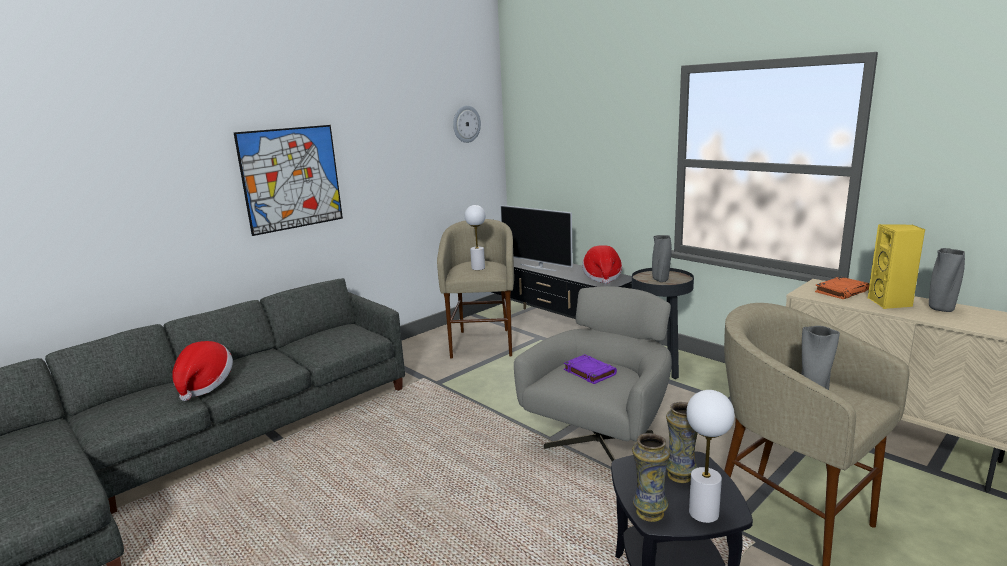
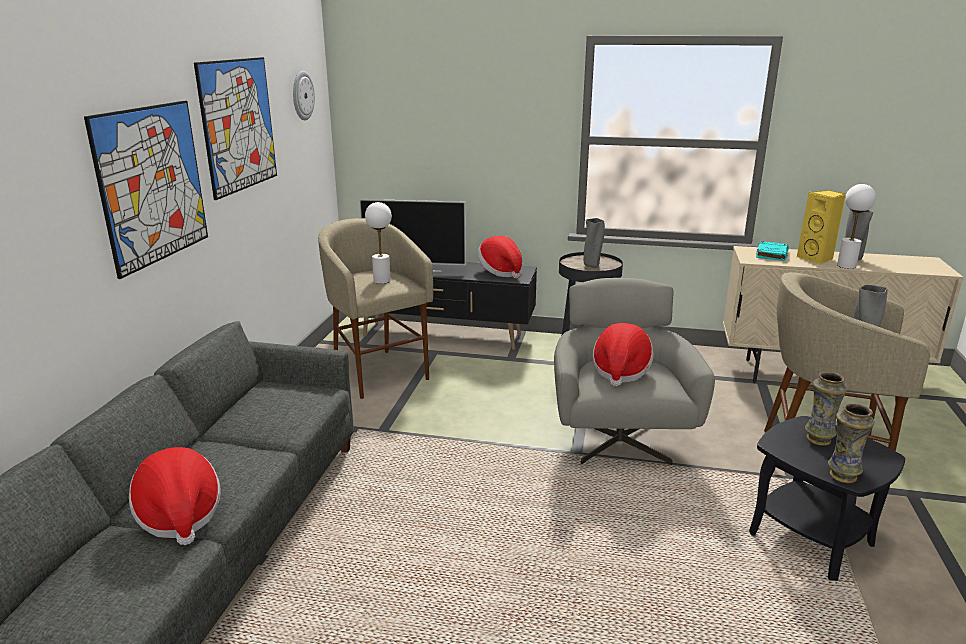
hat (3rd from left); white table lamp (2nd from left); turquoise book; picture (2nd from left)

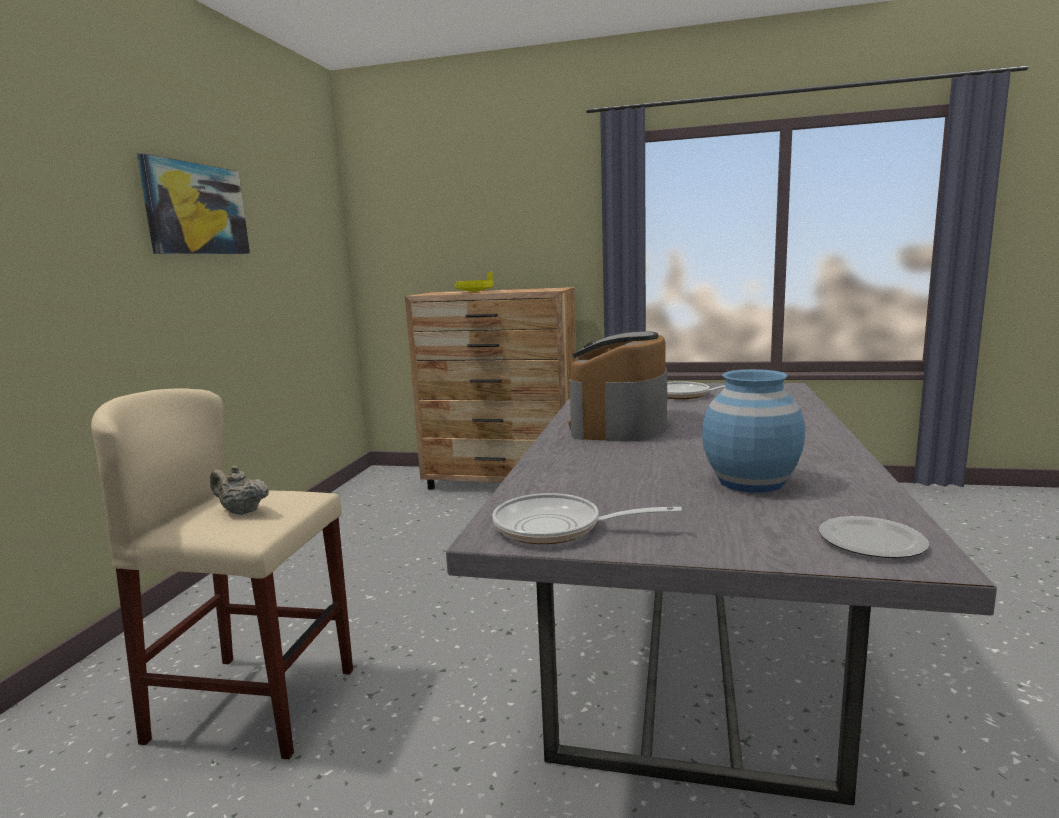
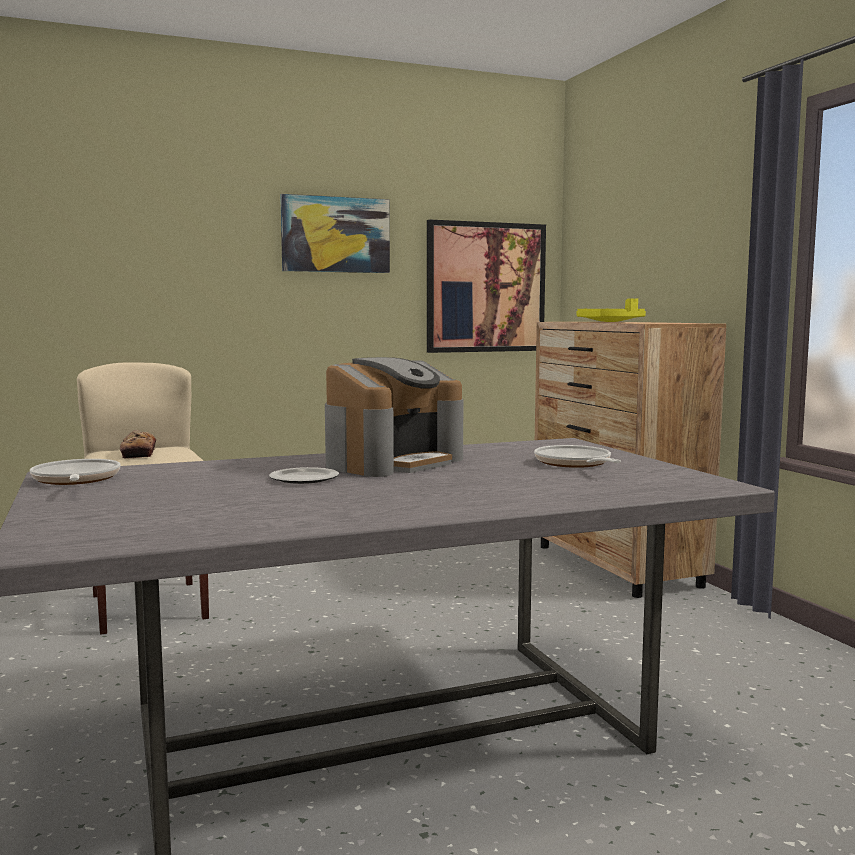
bread; coffee machine; blue vase; plate; picture (2nd from left)

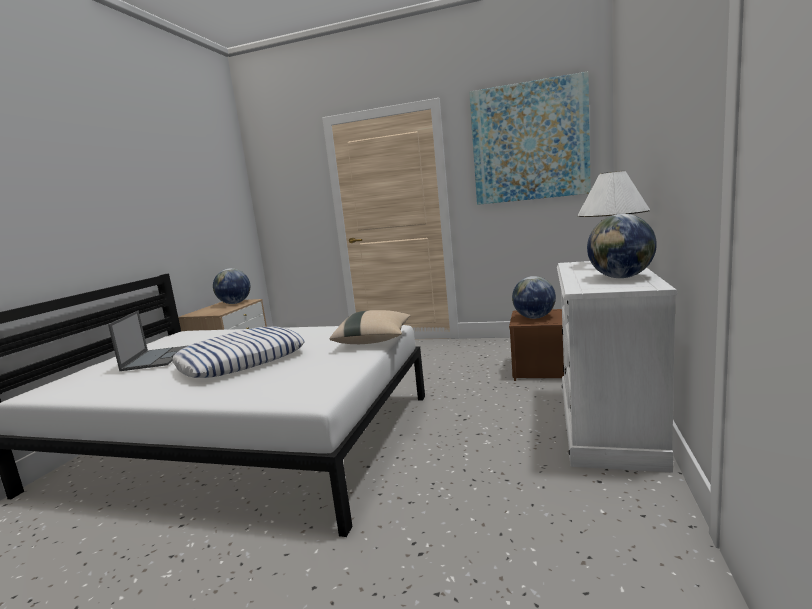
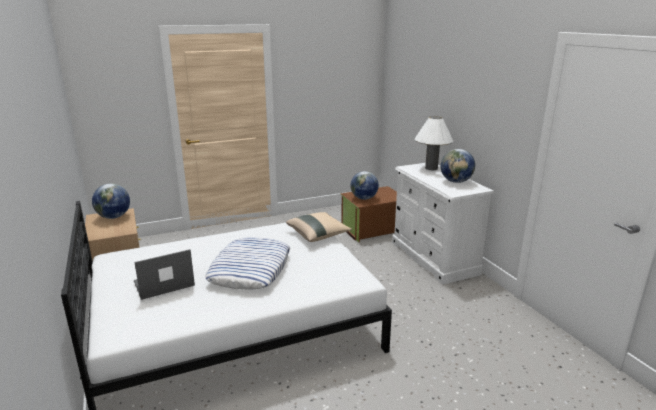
laptop; picture

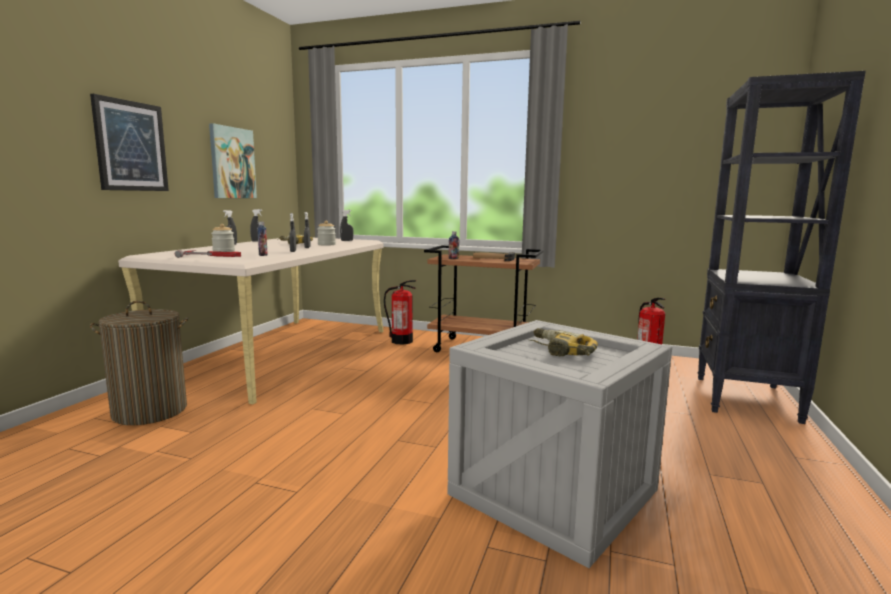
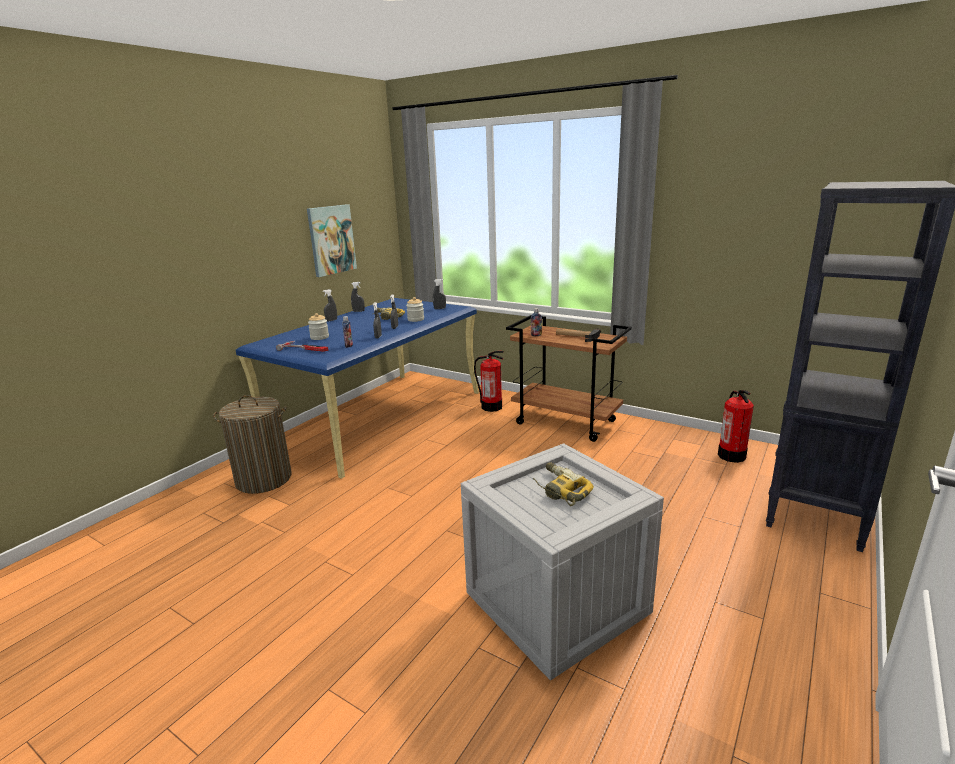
picture (1st from left in the first image); blue desk

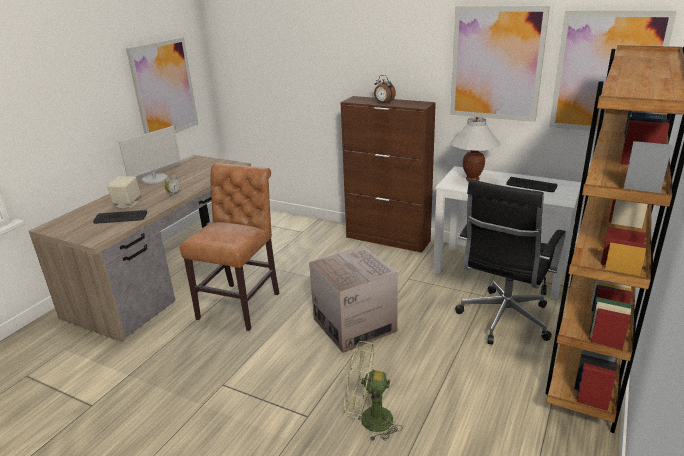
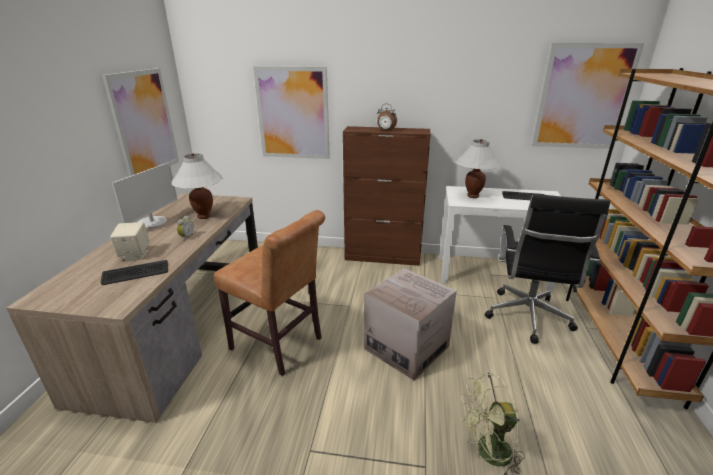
brown chair; picture (2nd from left); white table lamp (1st from left)

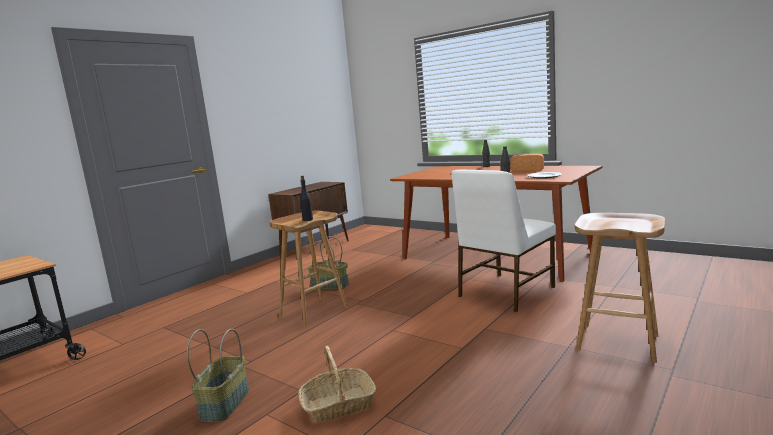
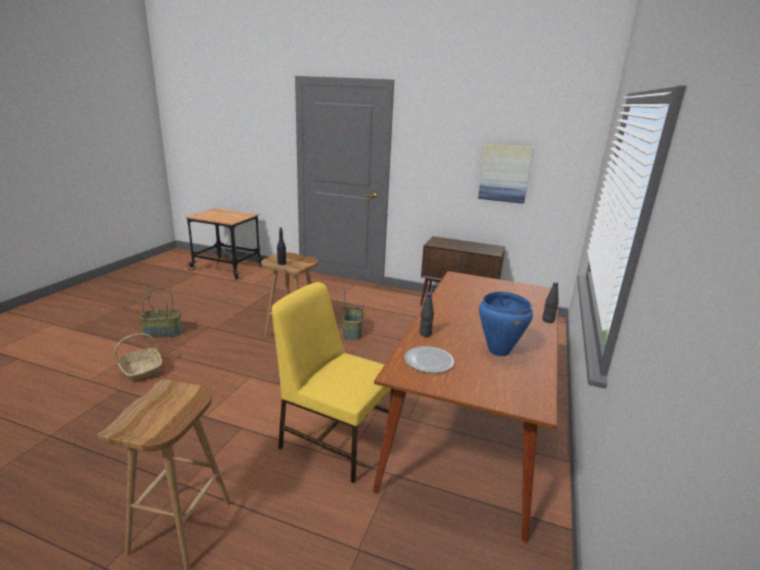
yellow chair; blue cooking pot; picture

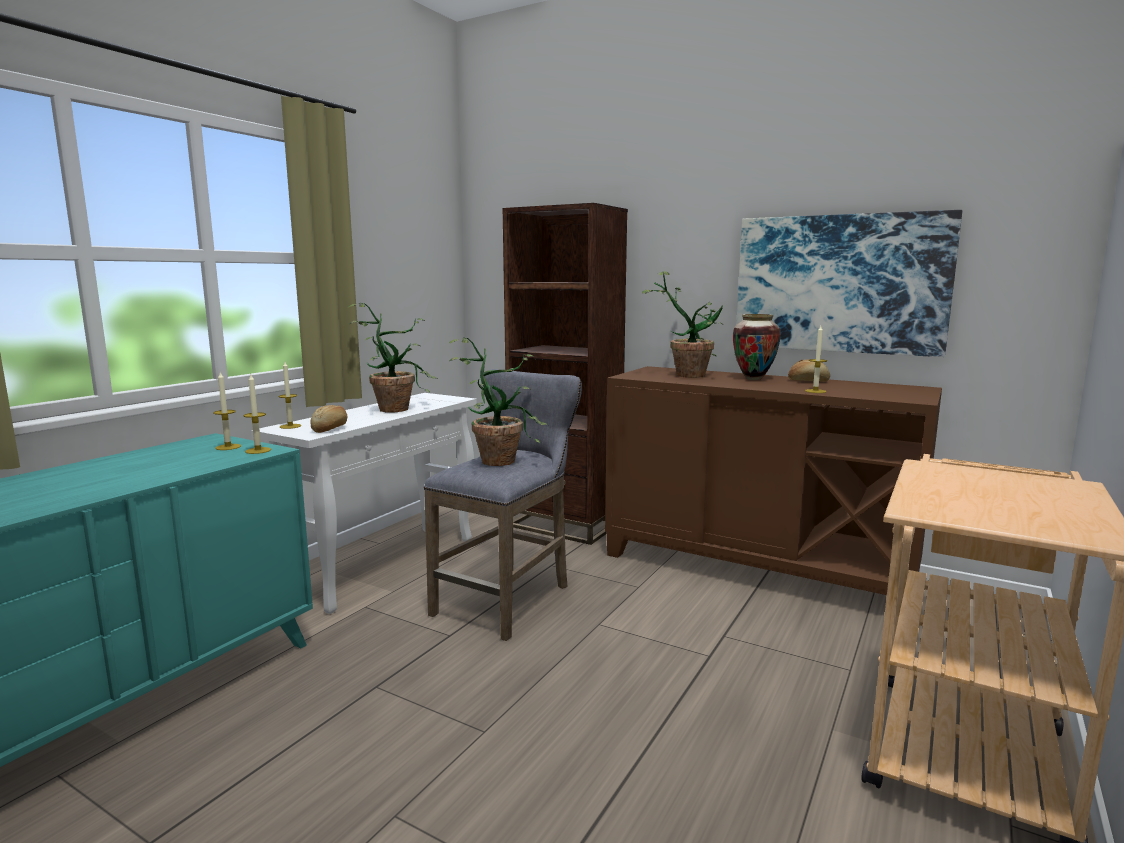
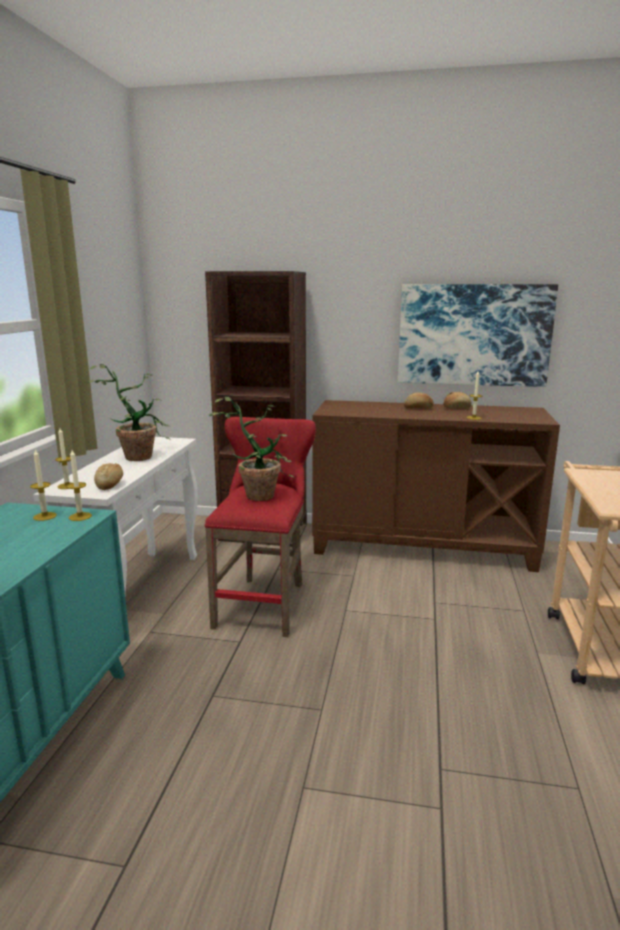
red stool; potted plant (3rd from left in the first image); bread (2nd from left)

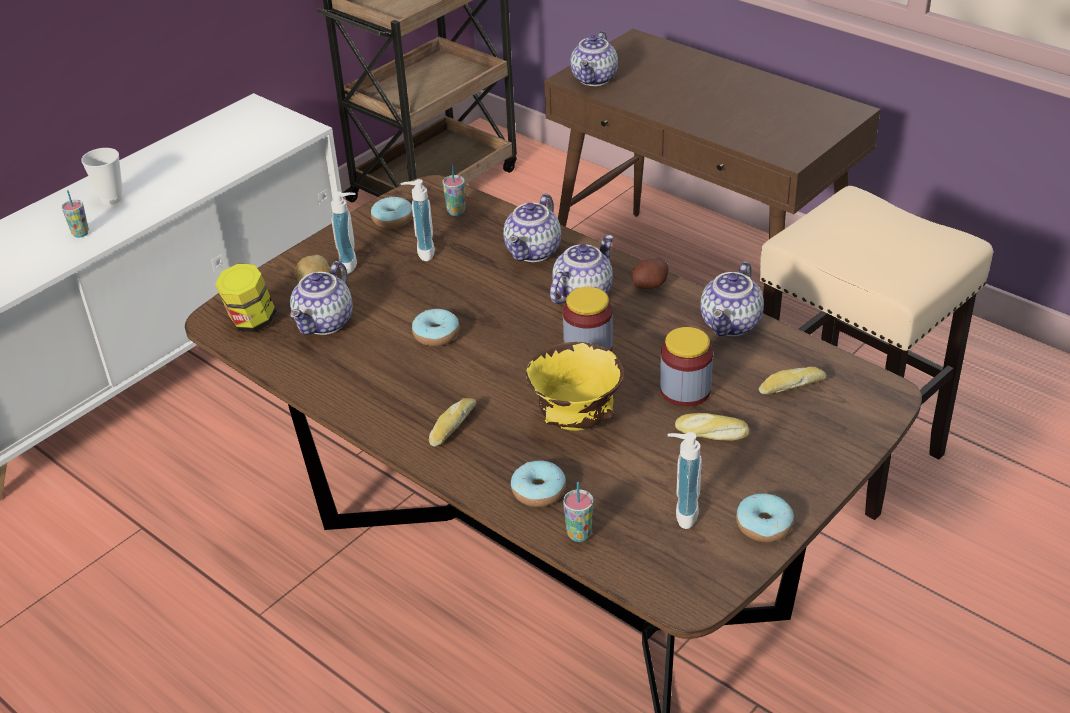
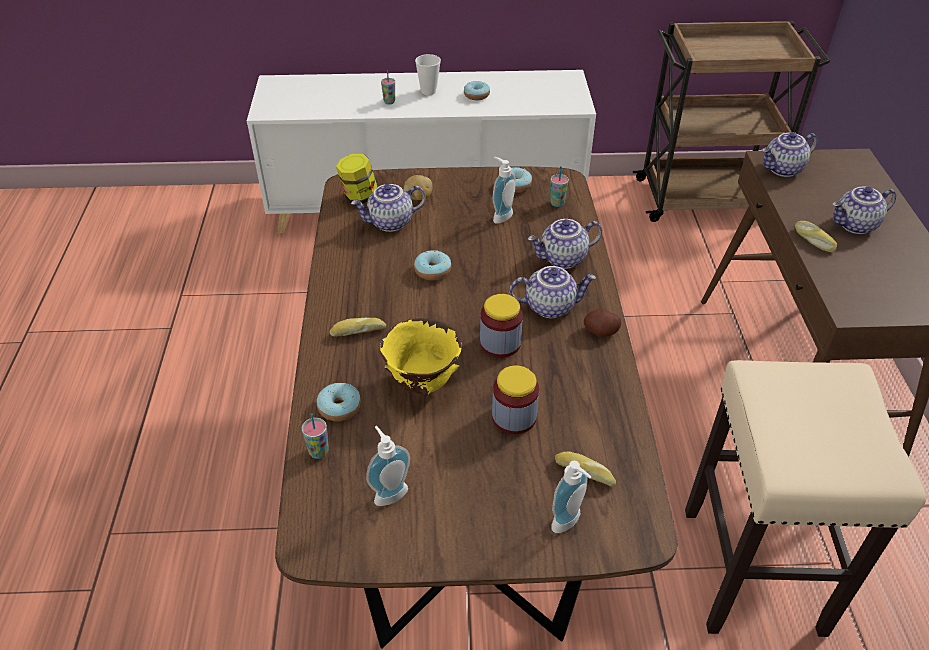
soap dispenser (3rd from left); bread (3rd from left); teapot (5th from left); donut (3rd from left)

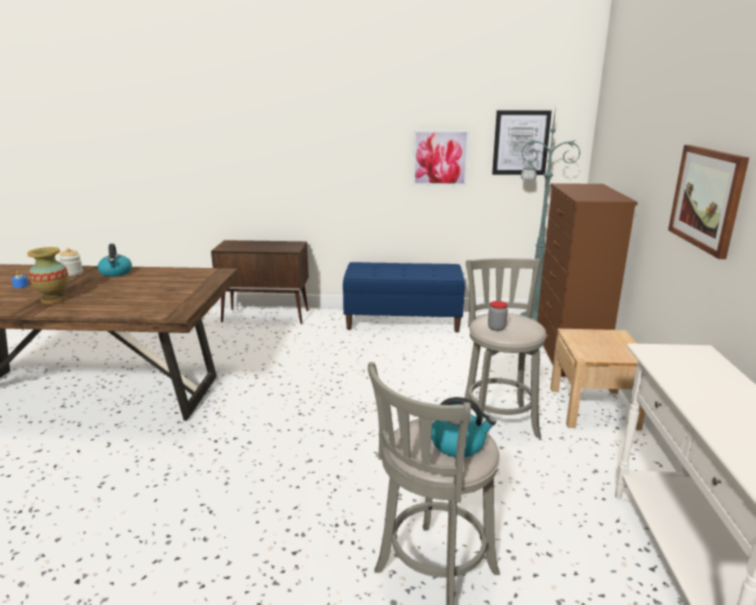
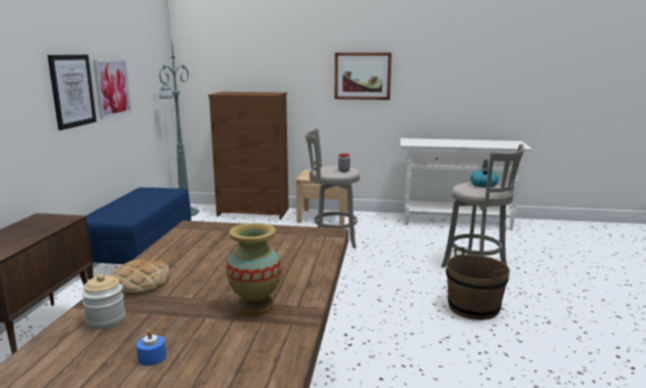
bread; picture (1st from left); brown bucket

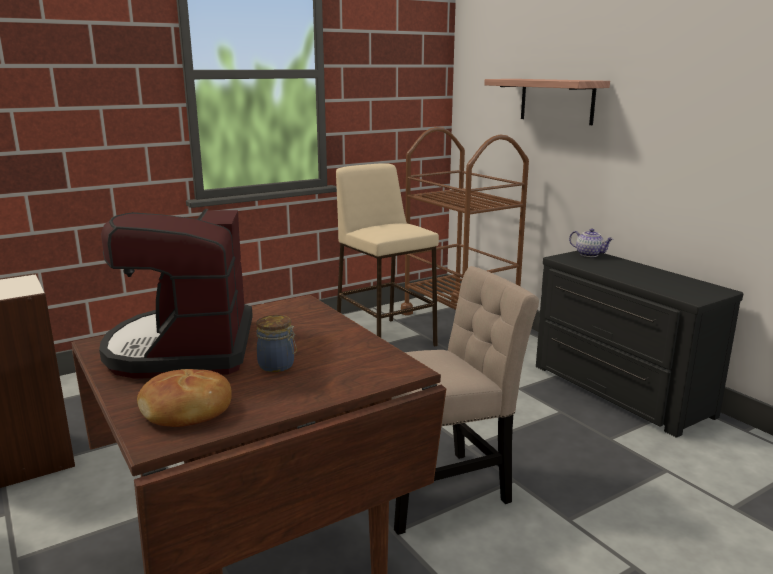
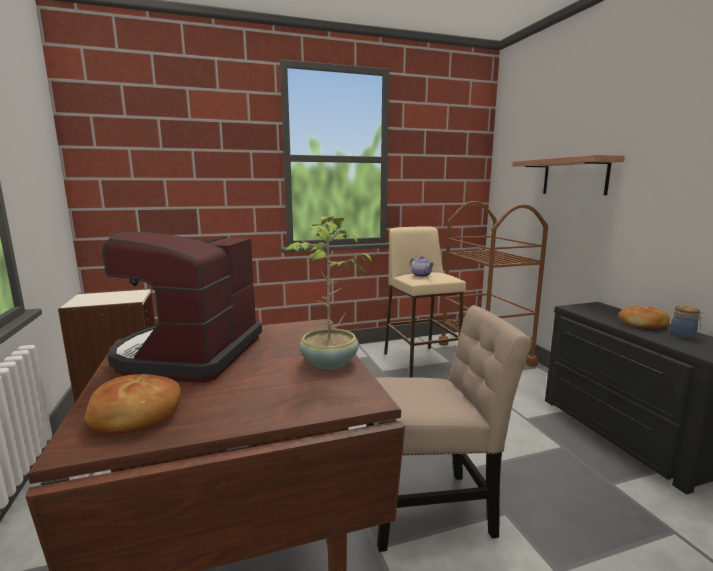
jar; teapot; potted plant; bread (2nd from left)

